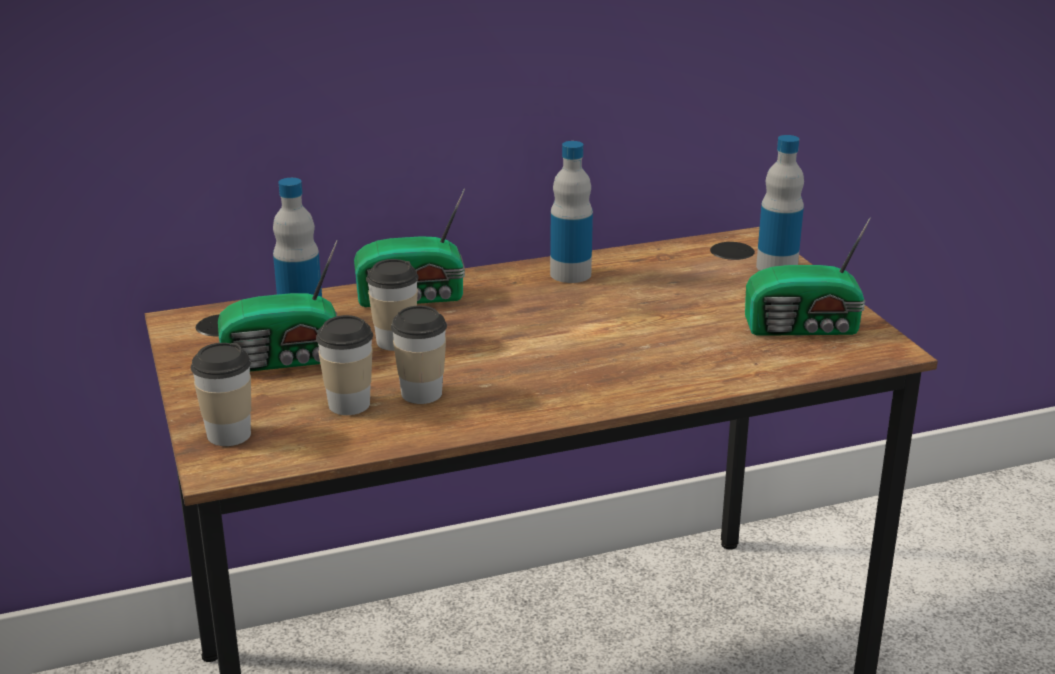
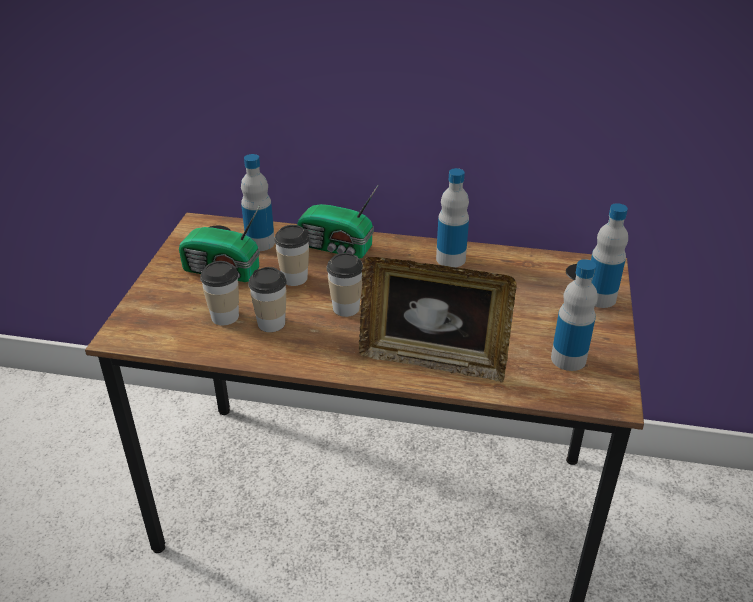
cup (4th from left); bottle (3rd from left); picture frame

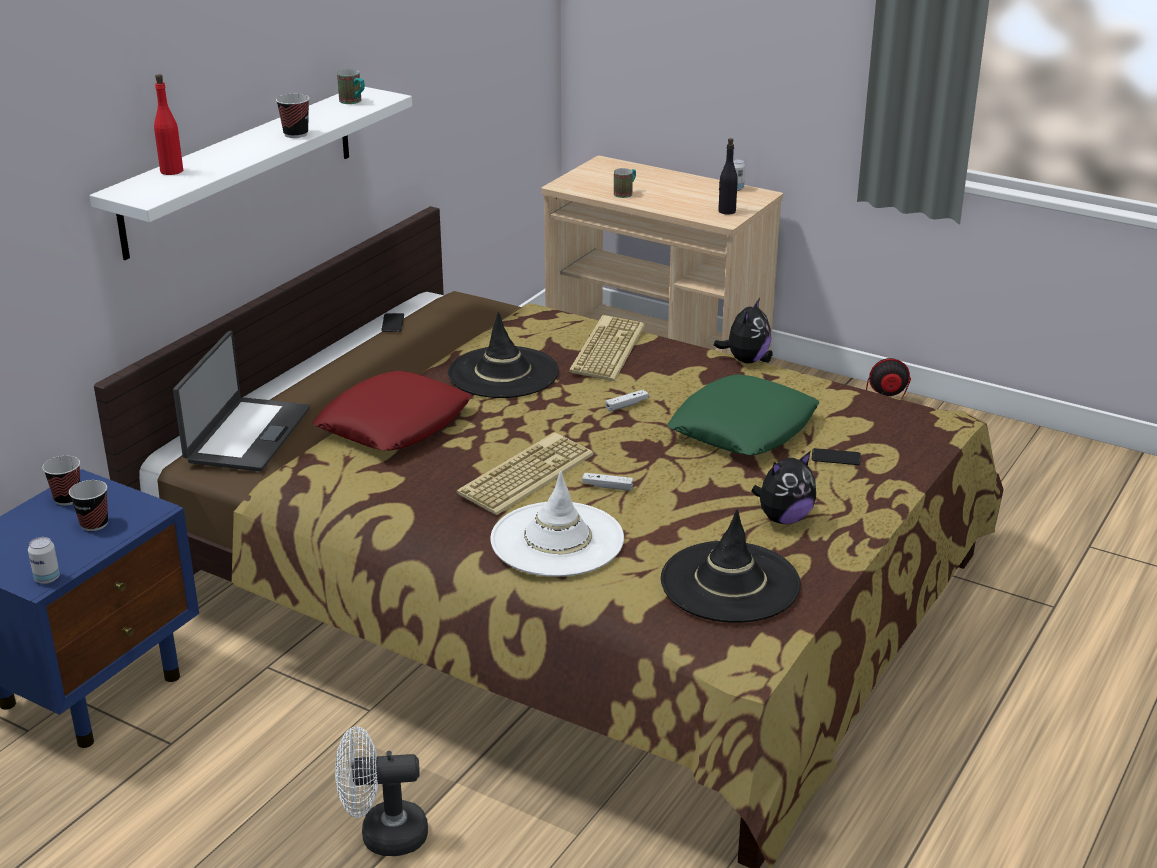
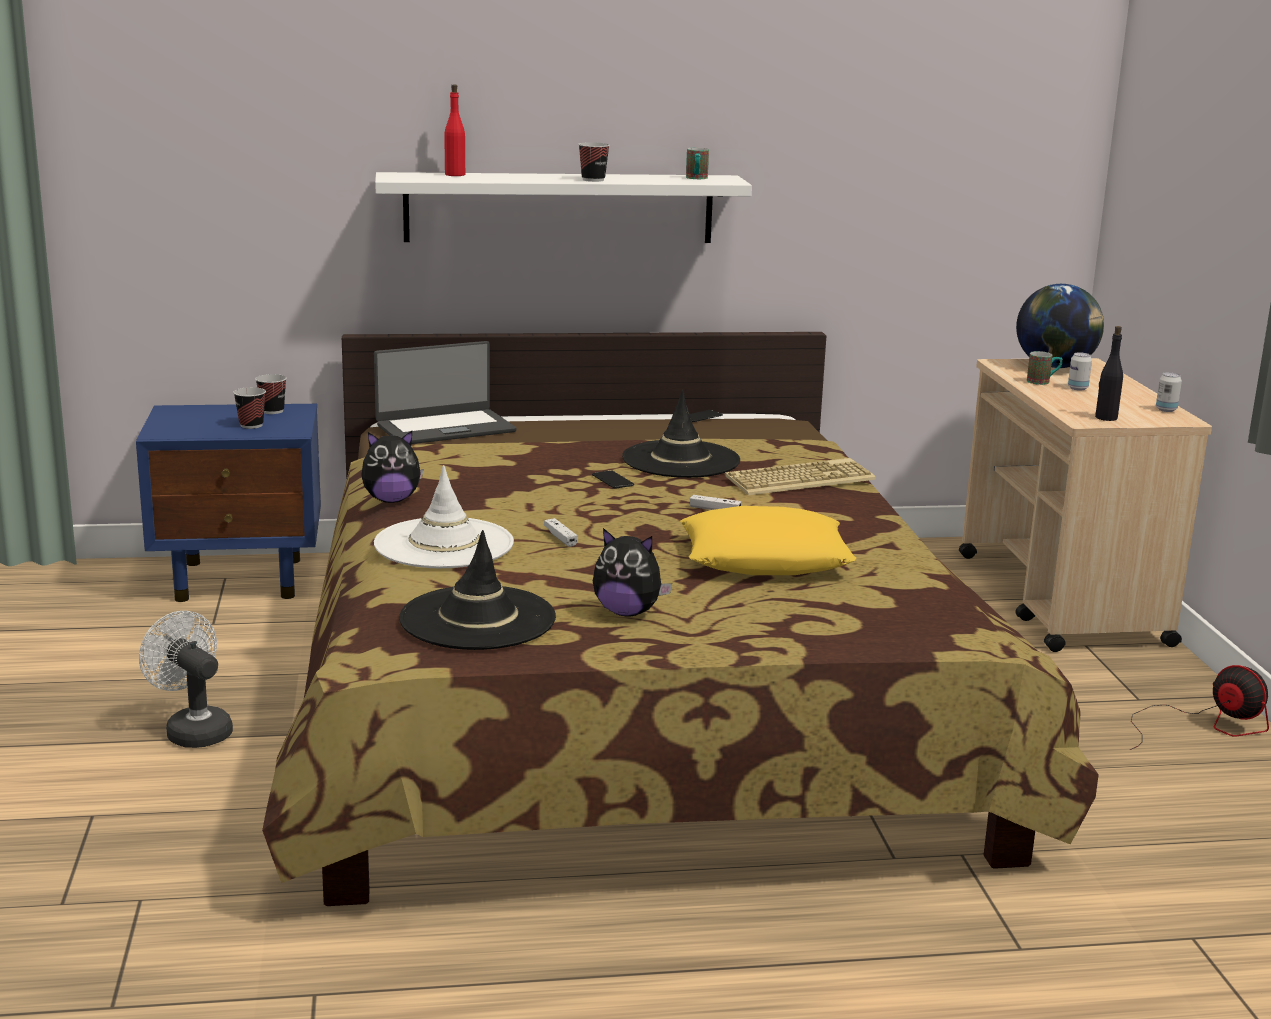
can (1st from left); red pillow; keyboard (1st from left in the first image); yellow pillow; plush toy (1st from left); phone (1st from left); globe

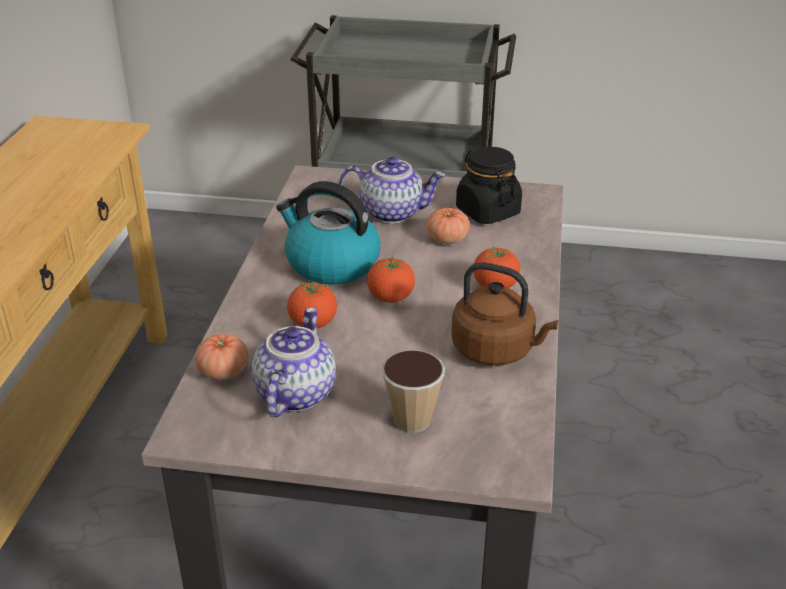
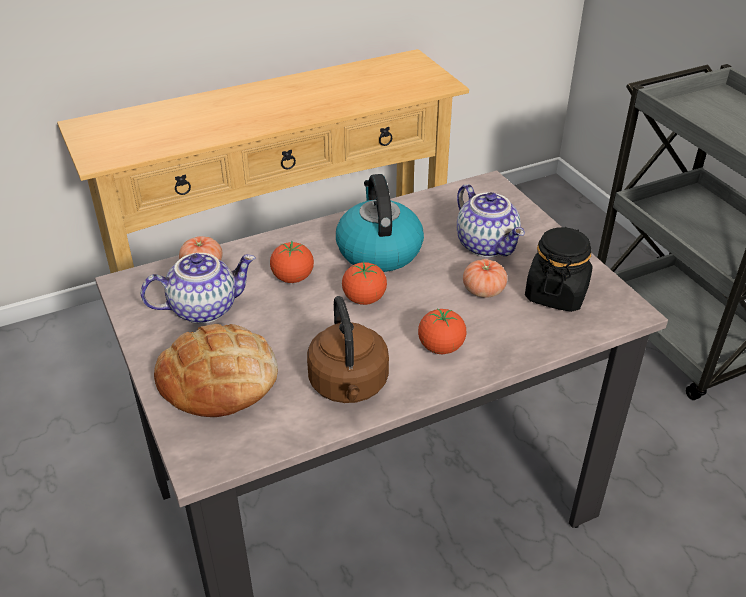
bread

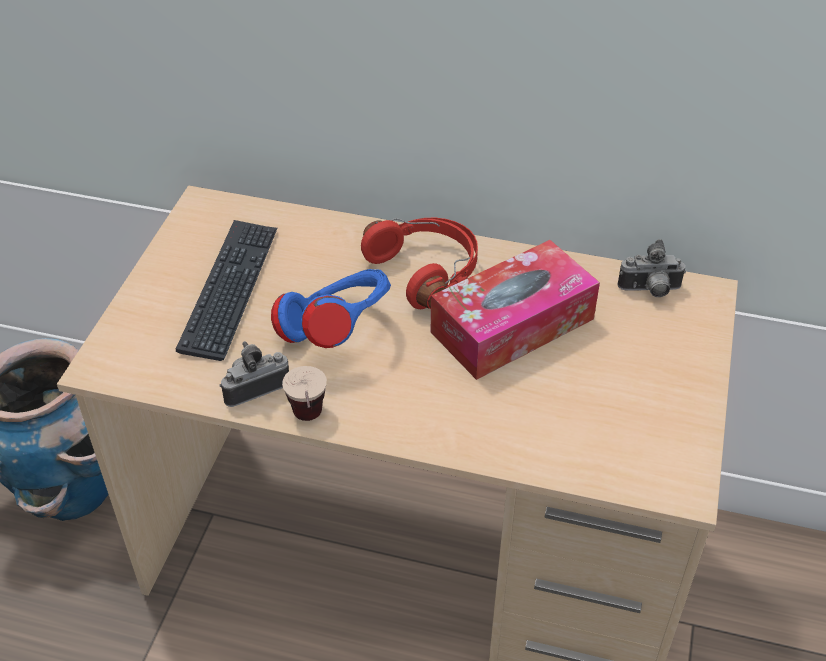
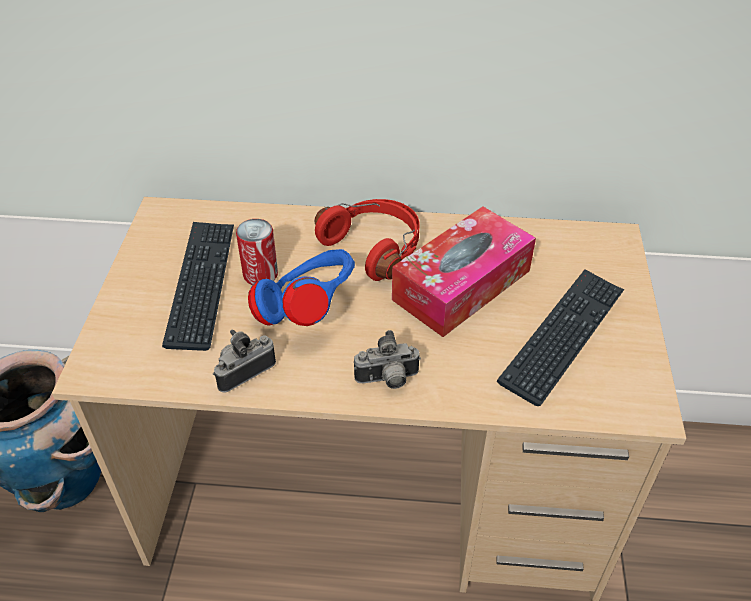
cup; photo camera (2nd from left); can; keyboard (2nd from left)

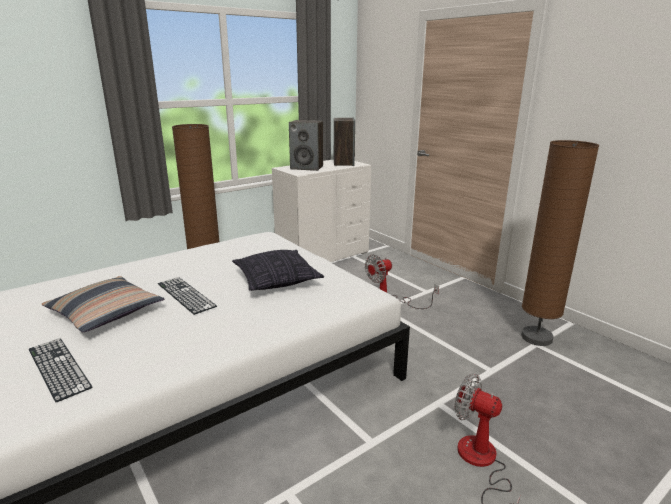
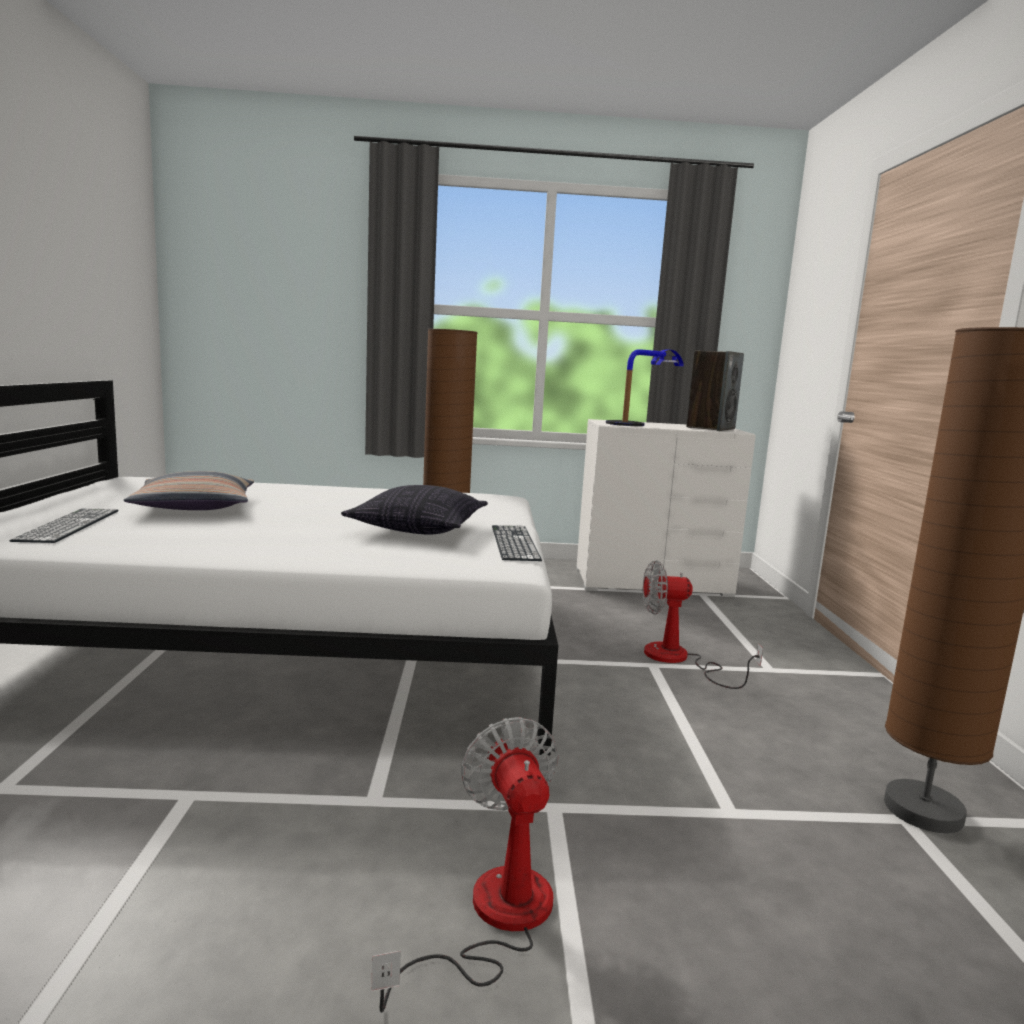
keyboard (2nd from left); table lamp

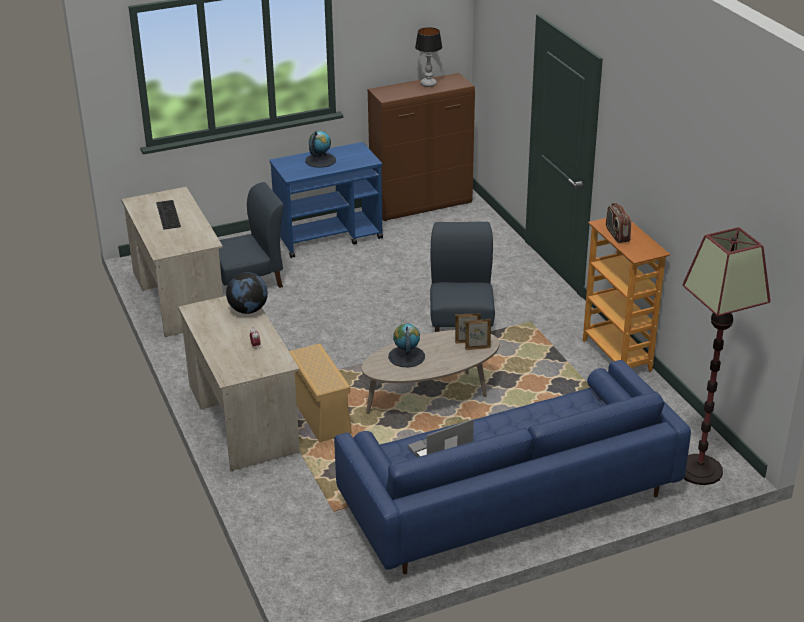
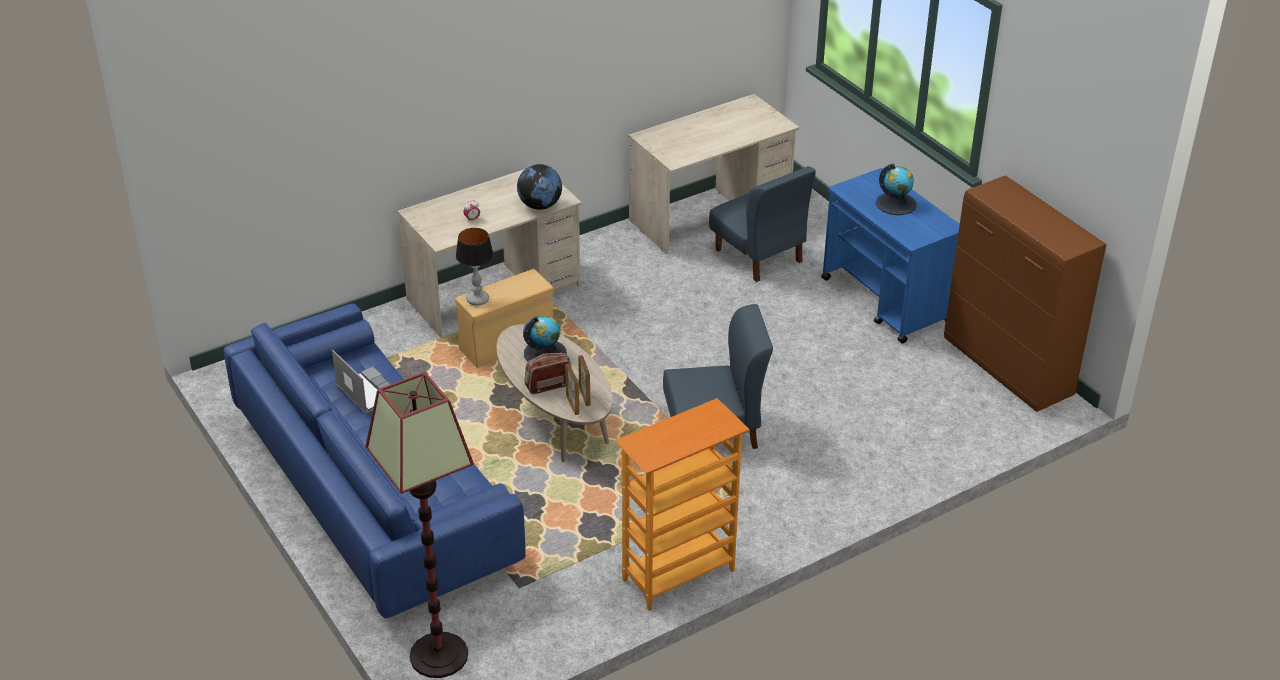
keyboard; table lamp; radio

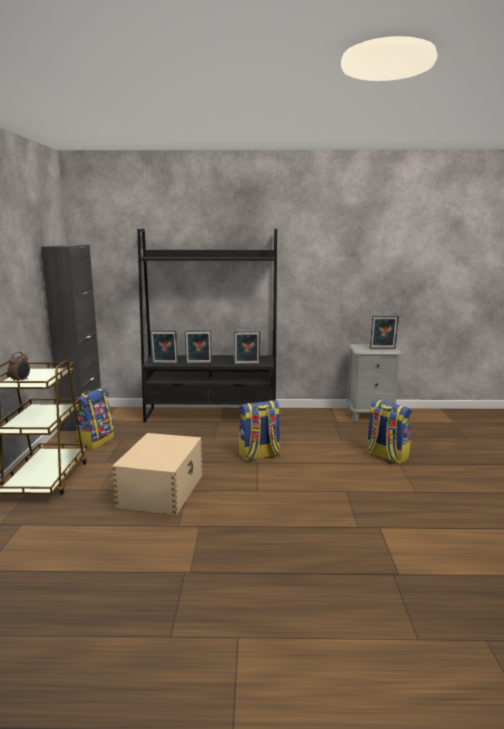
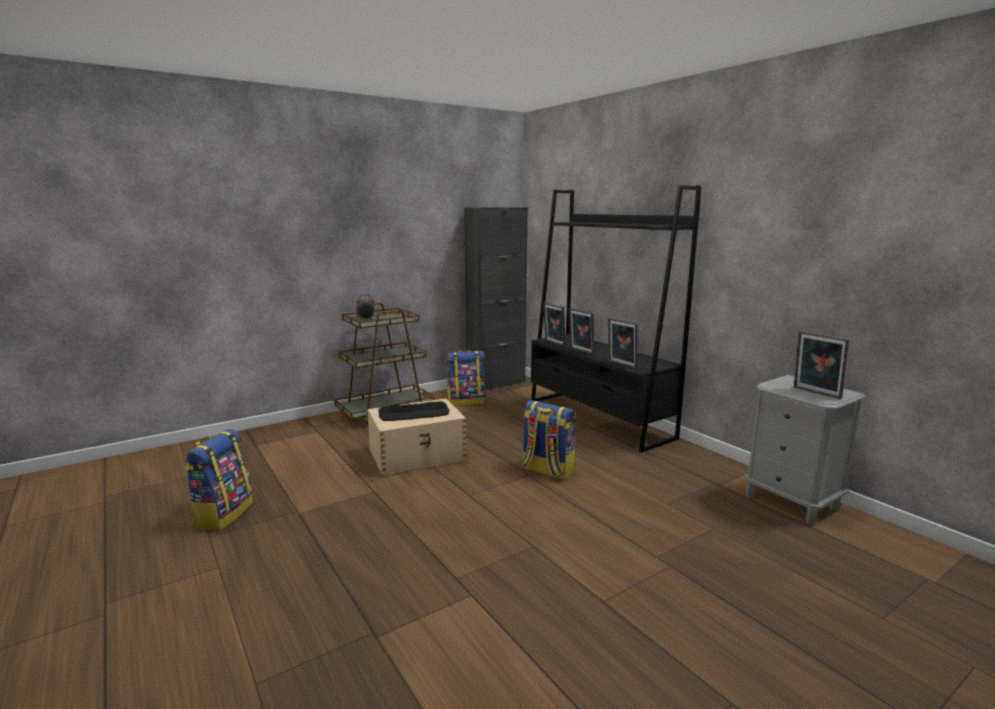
backpack (1st from left); keyboard

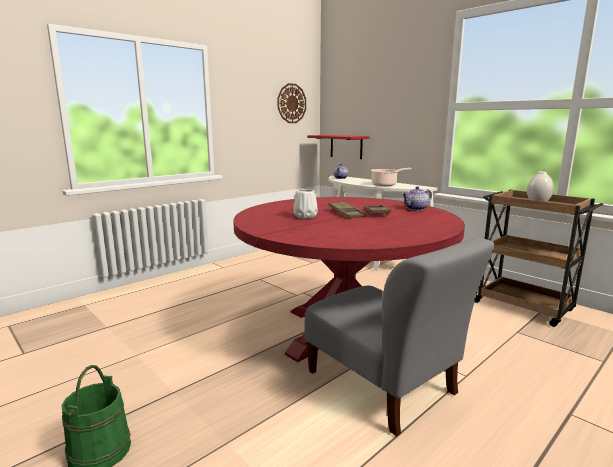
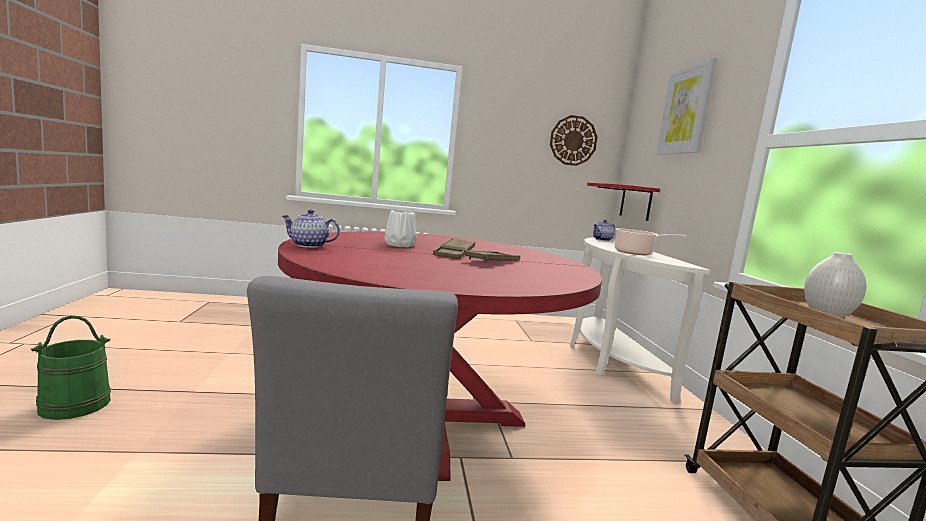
teapot (1st from left); picture

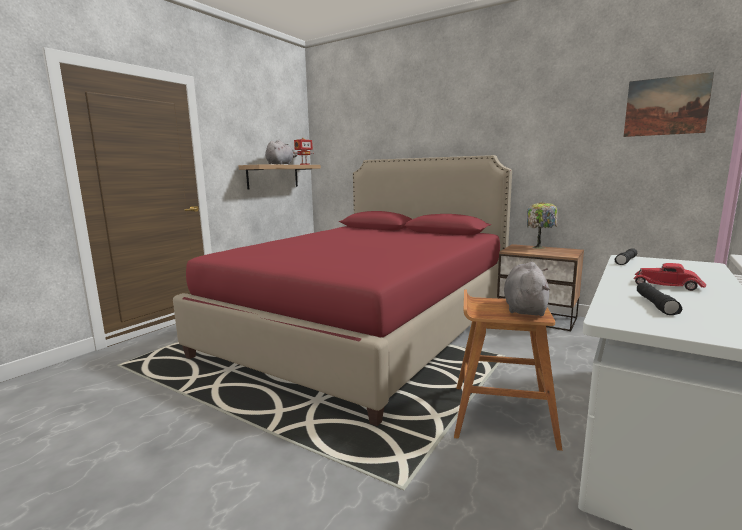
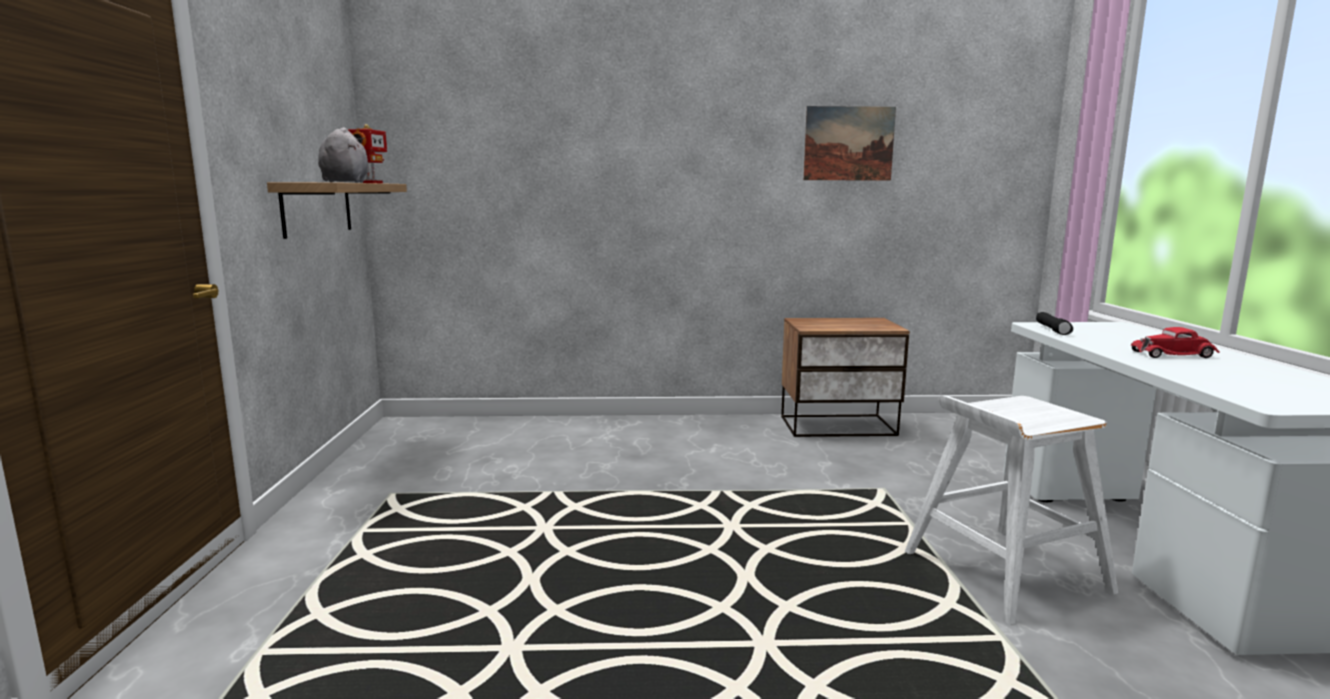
red bed; white stool; grey plush toy (2nd from left in the first image); table lamp; picture; black flashlight (2nd from left in the first image)

